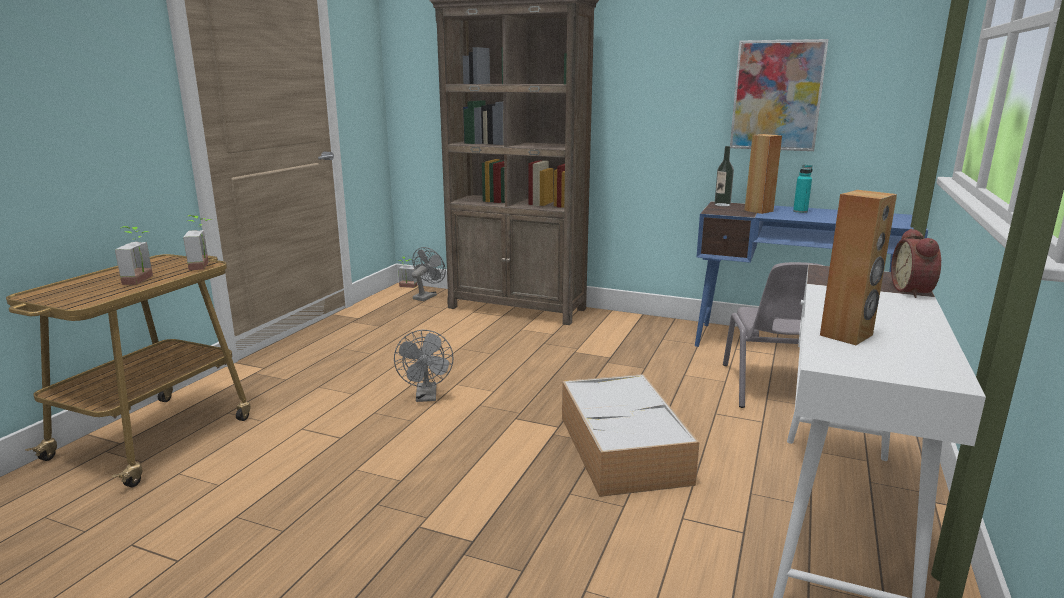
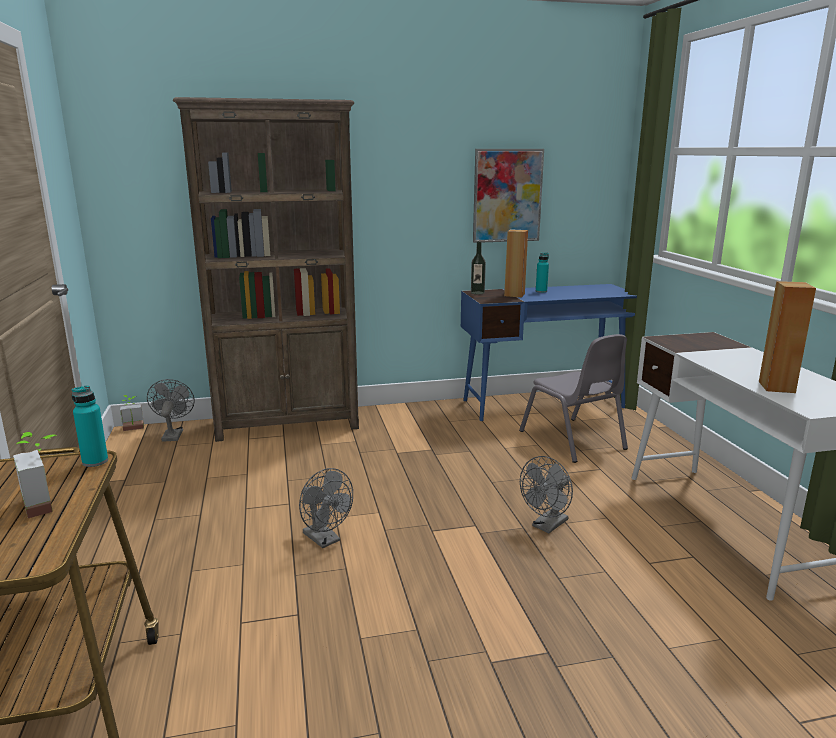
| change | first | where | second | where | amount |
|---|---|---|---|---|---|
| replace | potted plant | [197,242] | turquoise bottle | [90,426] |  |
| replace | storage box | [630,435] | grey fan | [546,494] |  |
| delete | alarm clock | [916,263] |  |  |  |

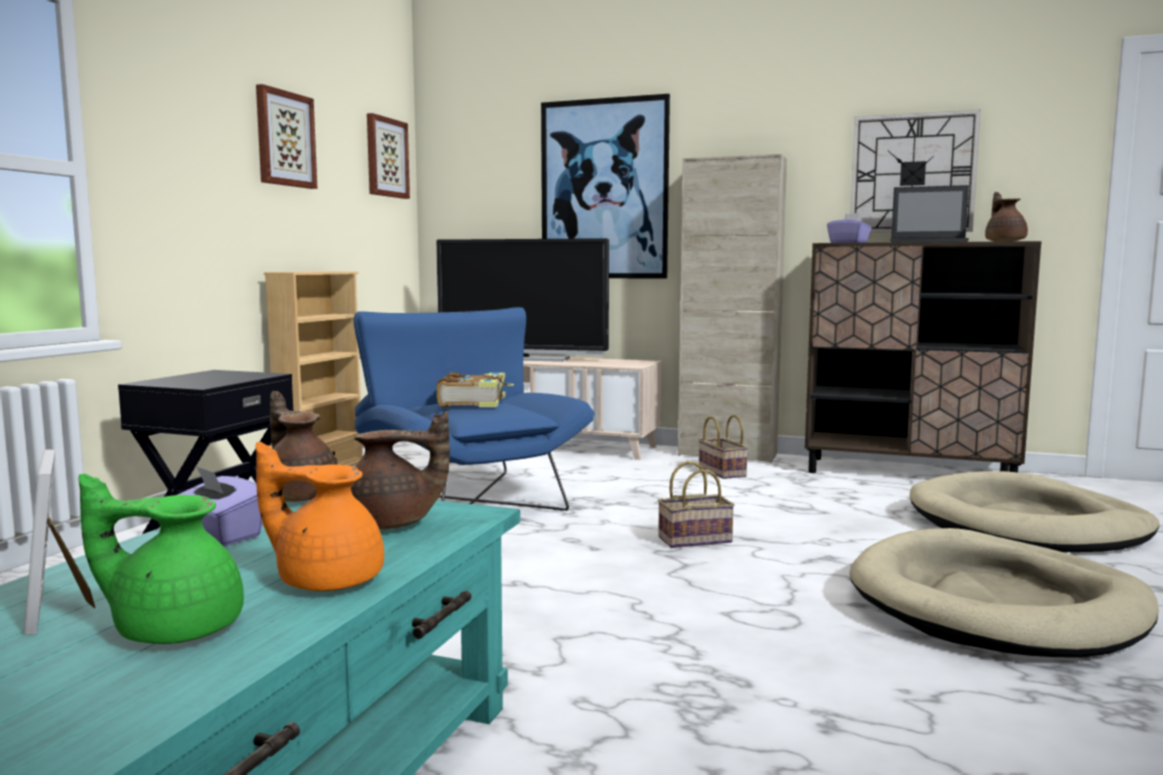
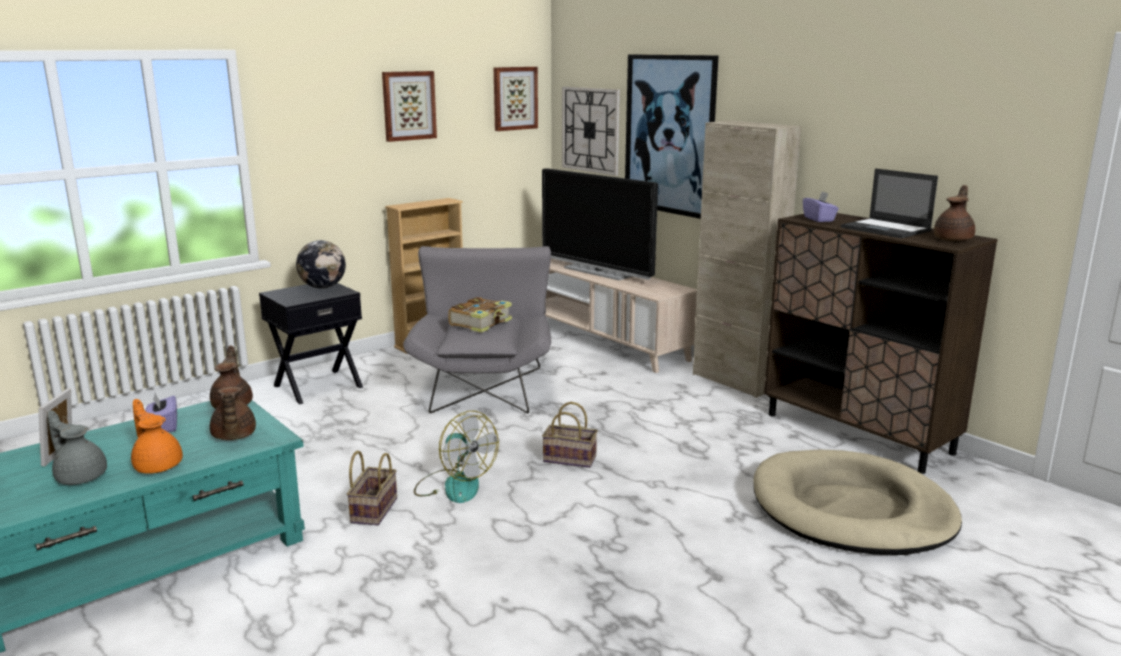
| change | first | where | second | where | amount |
|---|---|---|---|---|---|
| recolor | green teapot | [161,559] | grey teapot | [77,448] |  |
| rotate | brown teapot | [400,470] |  | [233,413] | 45 degrees clockwise |
| recolor | blue armchair | [474,409] | grey armchair | [477,329] |  |
| move | basket | [723,447] |  | [372,487] |  |
| move | wall clock | [915,171] |  | [591,131] |  |
| delete | beige dog bed | [1004,593] |  |  |  |
| insert |  |  | globe | [321,264] |  |
| insert |  |  | fan | [456,457] |  |

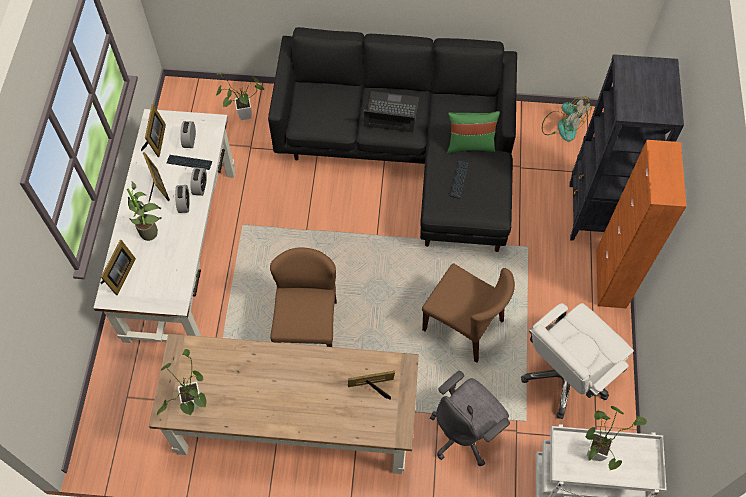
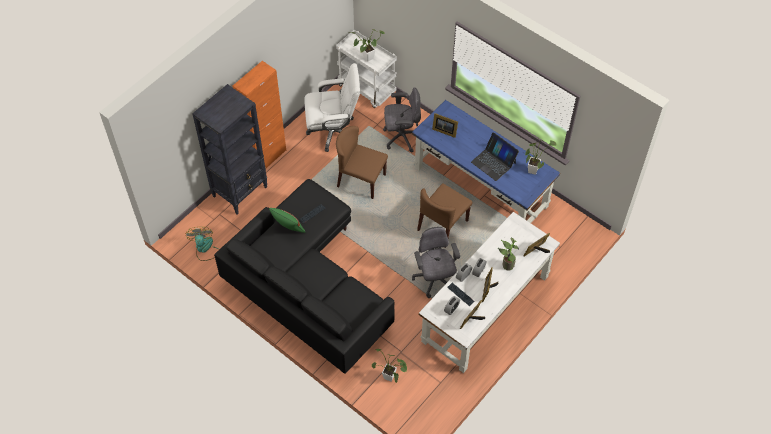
| change | first | where | second | where | amount |
|---|---|---|---|---|---|
| recolor | brown desk | [284,404] | blue desk | [486,161] |  |
| move | laptop | [391,111] |  | [495,156] |  |
| rotate | brown chair | [468,313] |  | [362,162] | 45 degrees counterclockwise |
| insert |  |  | grey office chair | [436,262] |  |

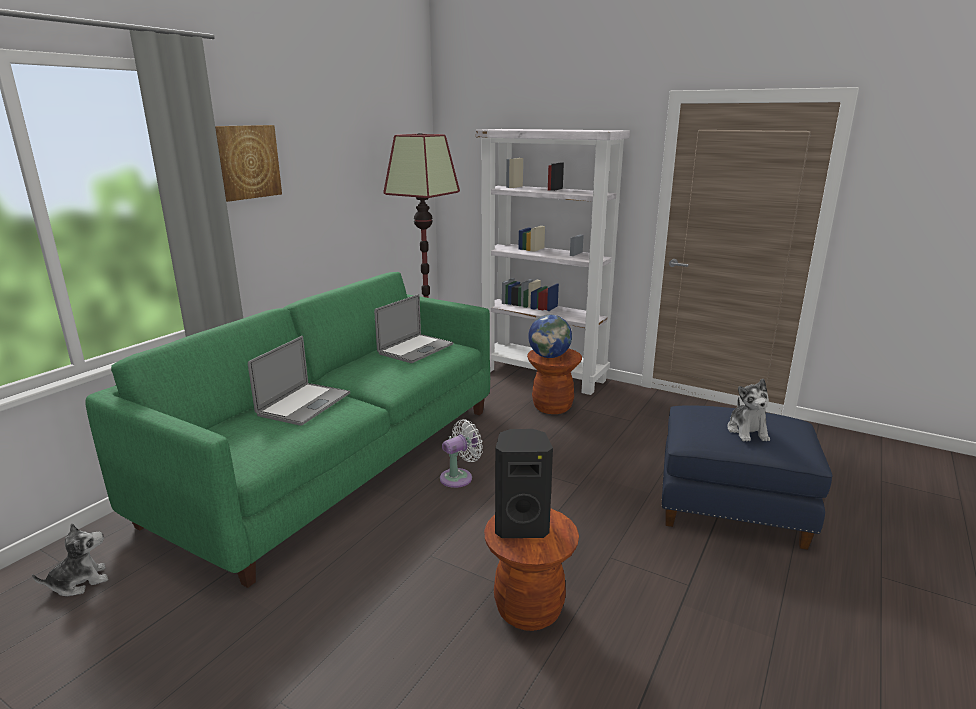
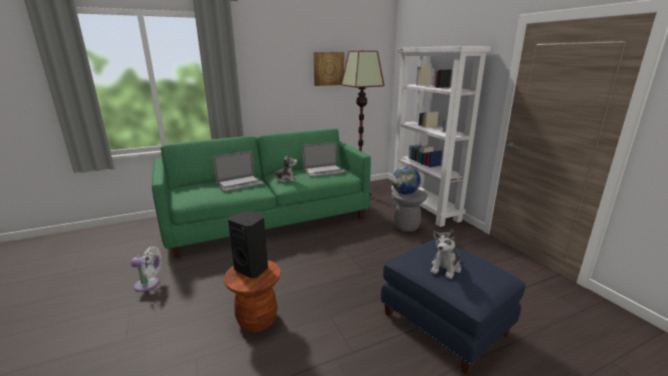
| change | first | where | second | where | amount |
|---|---|---|---|---|---|
| move | plush toy | [70,559] |  | [284,168] |  |
| move | picture | [248,163] |  | [329,69] |  |
| move | white fan | [461,454] |  | [146,269] |  |
| recolor | brown stool | [554,381] | grey stool | [410,210] |  |

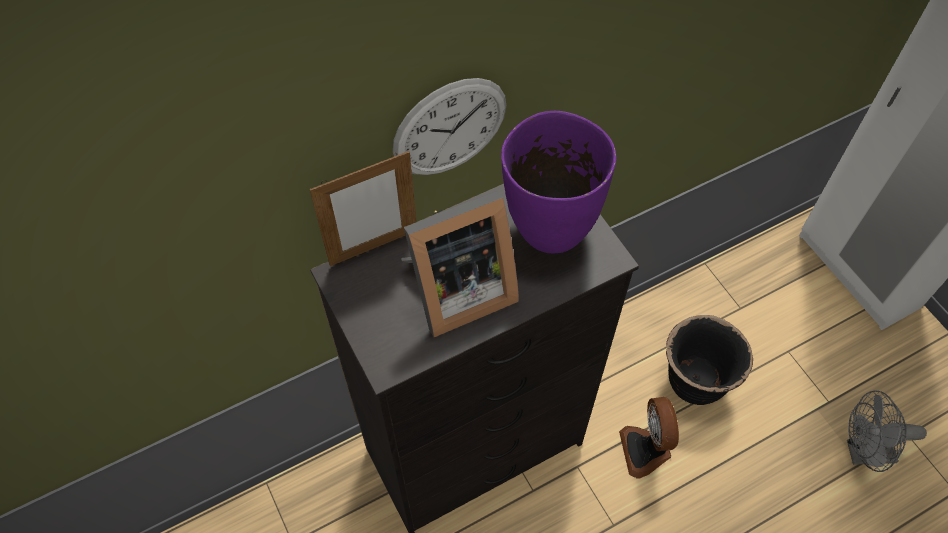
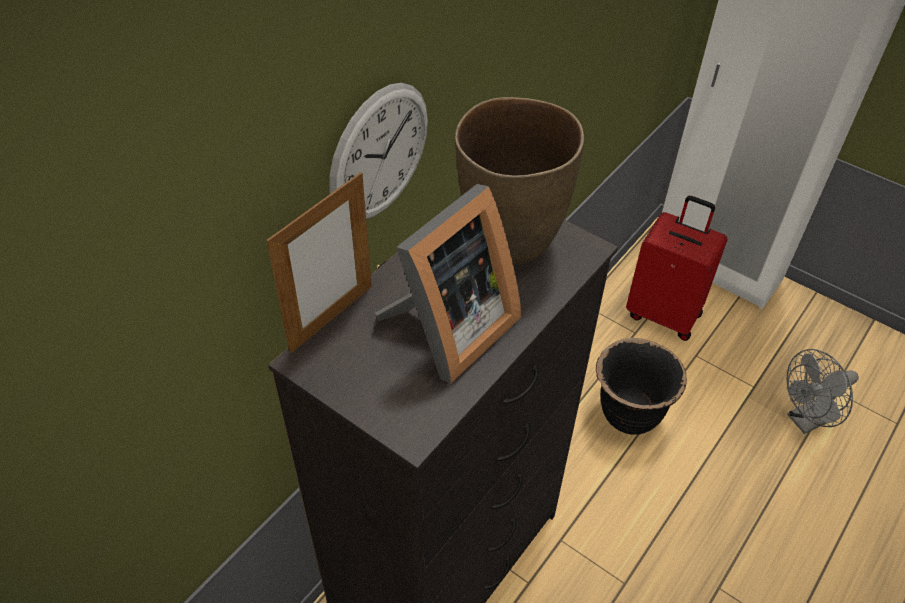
| change | first | where | second | where | amount |
|---|---|---|---|---|---|
| recolor | purple vase | [558,182] | brown vase | [519,180] |  |
| delete | fan | [649,437] |  |  |  |
| insert |  |  | red suitcase | [676,268] |  |

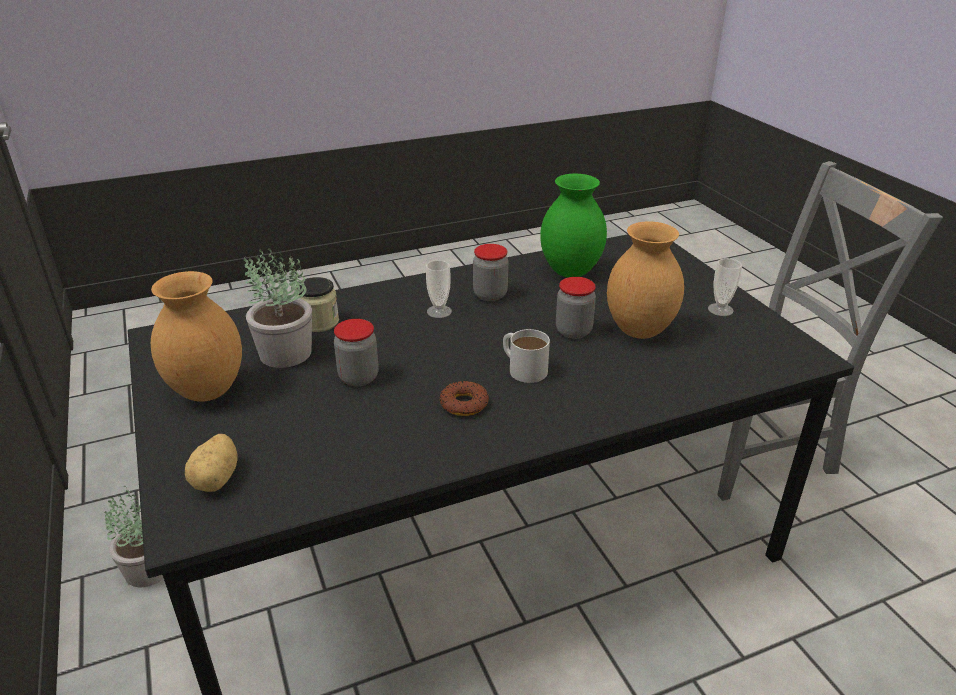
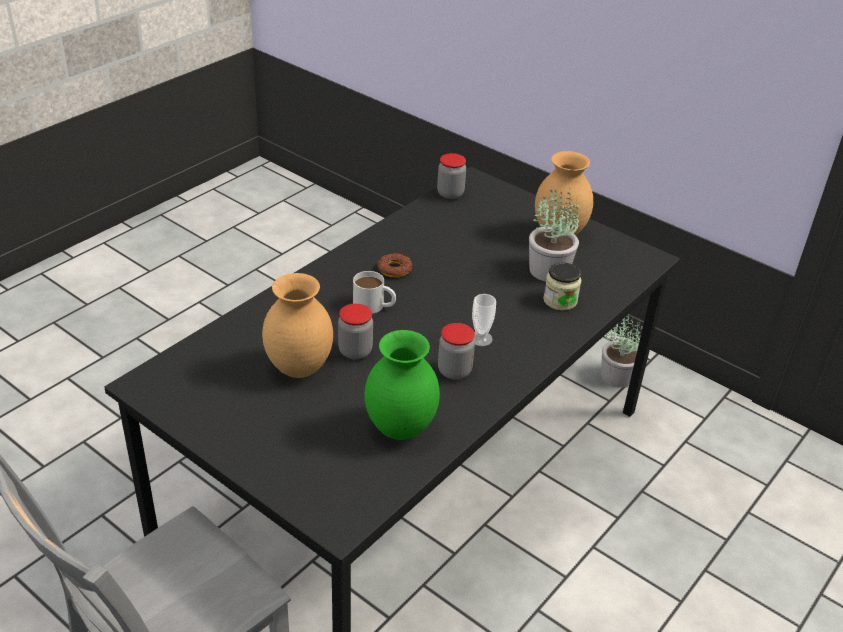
| change | first | where | second | where | amount |
|---|---|---|---|---|---|
| delete | potato | [211,463] |  |  |  |
| move | jar | [356,353] |  | [451,176] |  |
| delete | cup | [725,287] |  |  |  |

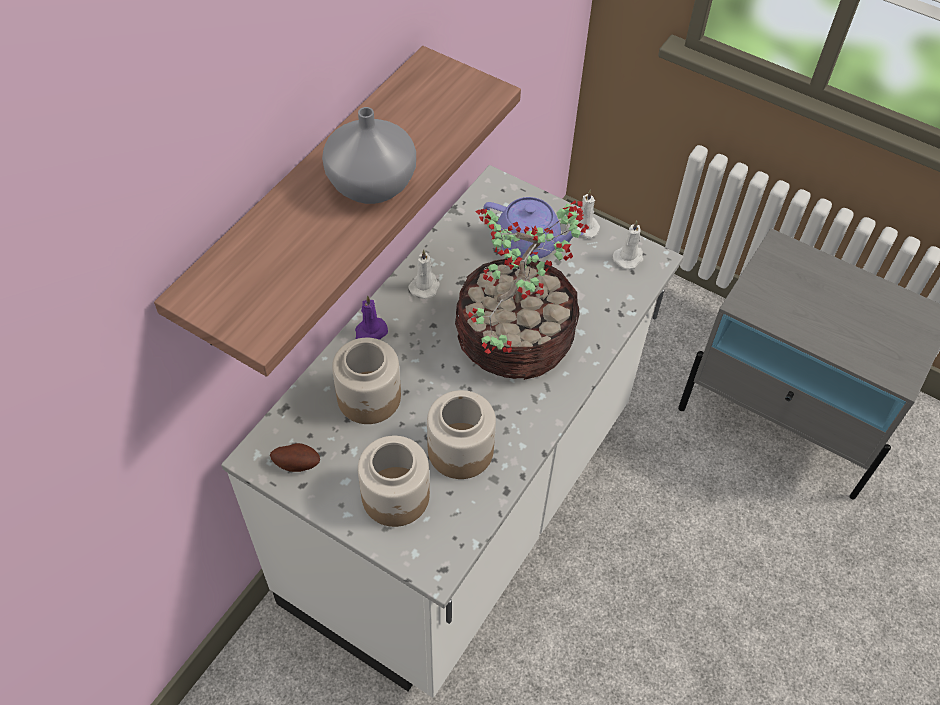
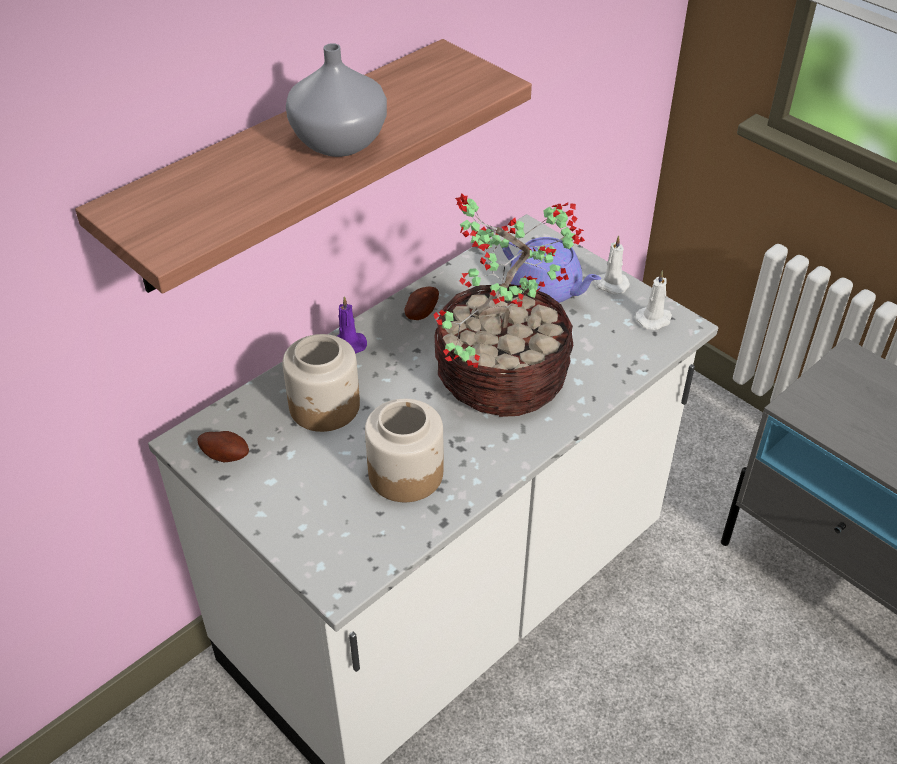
| change | first | where | second | where | amount |
|---|---|---|---|---|---|
| delete | jar | [394,481] |  |  |  |
| replace | white candle | [424,274] | potato | [421,303] |  |

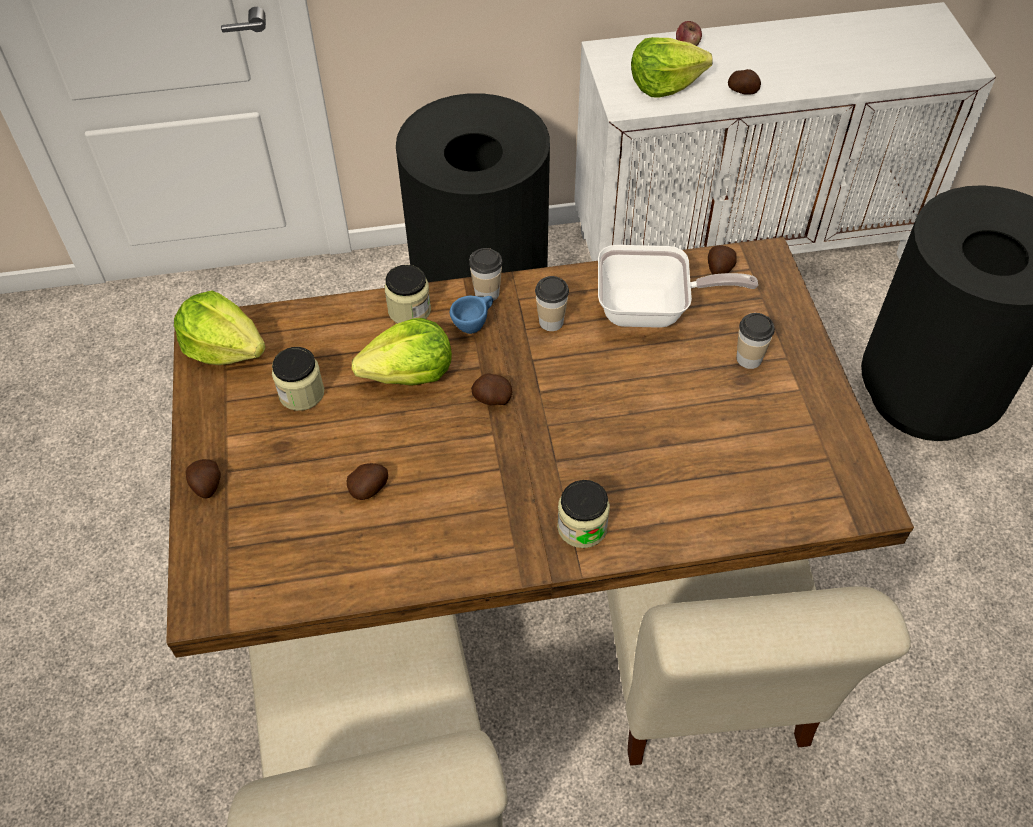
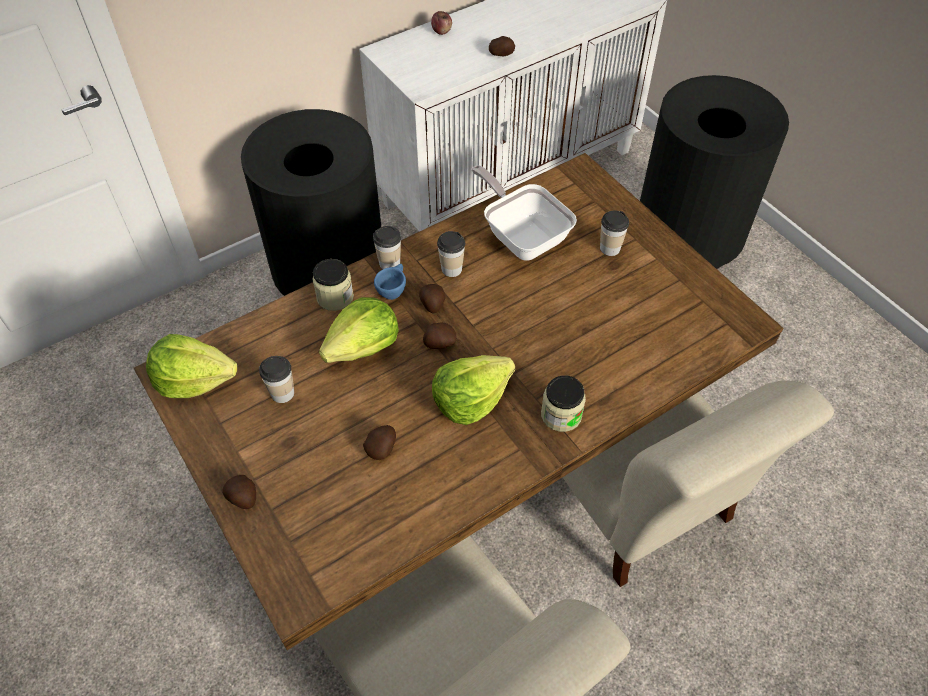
| change | first | where | second | where | amount |
|---|---|---|---|---|---|
| replace | jar | [298,379] | cup | [276,379] |  |
| rotate | frying pan | [678,286] |  | [524,213] | 105 degrees counterclockwise |
| move | lettuce | [672,67] |  | [473,390] |  |
| move | potato | [722,260] |  | [432,298] |  |

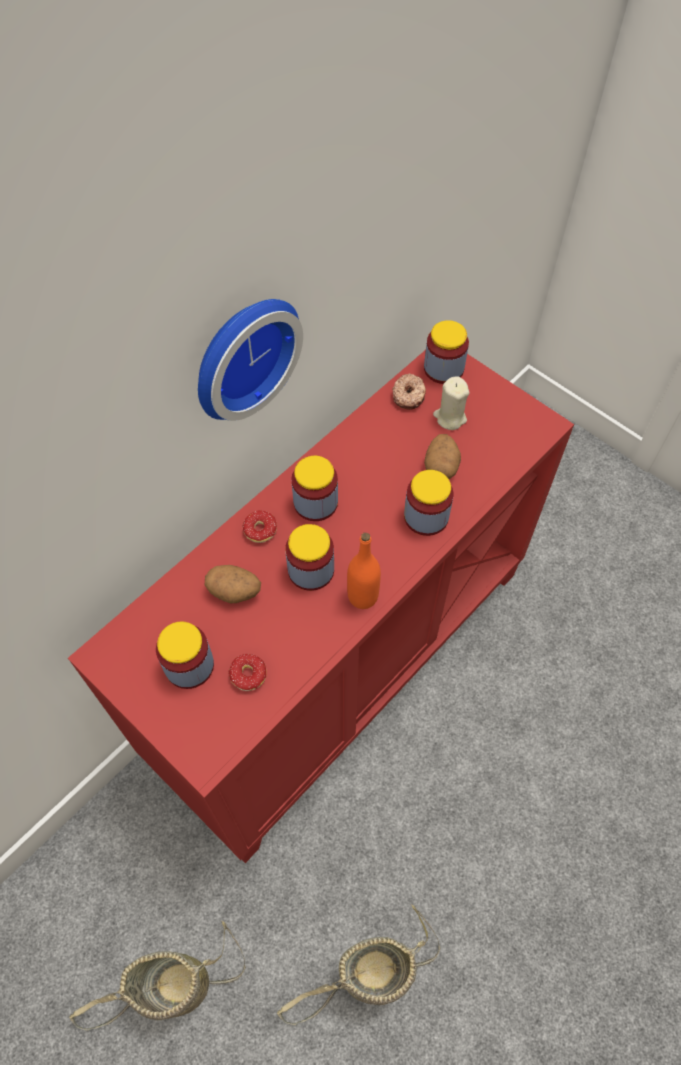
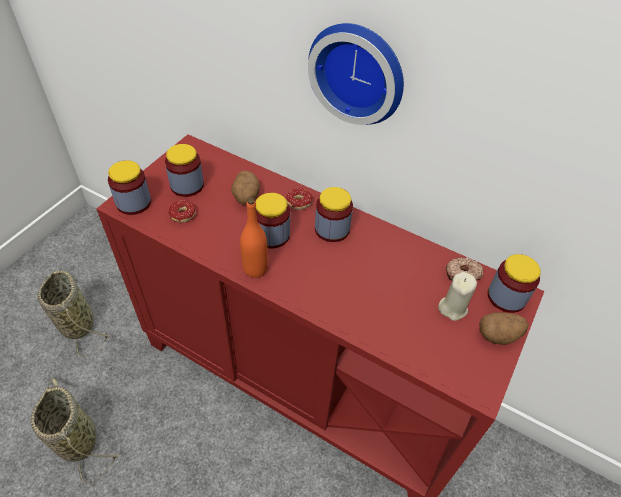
| change | first | where | second | where | amount |
|---|---|---|---|---|---|
| move | jar | [428,503] |  | [129,187] |  |
| move | potato | [442,456] |  | [504,328] |  |

